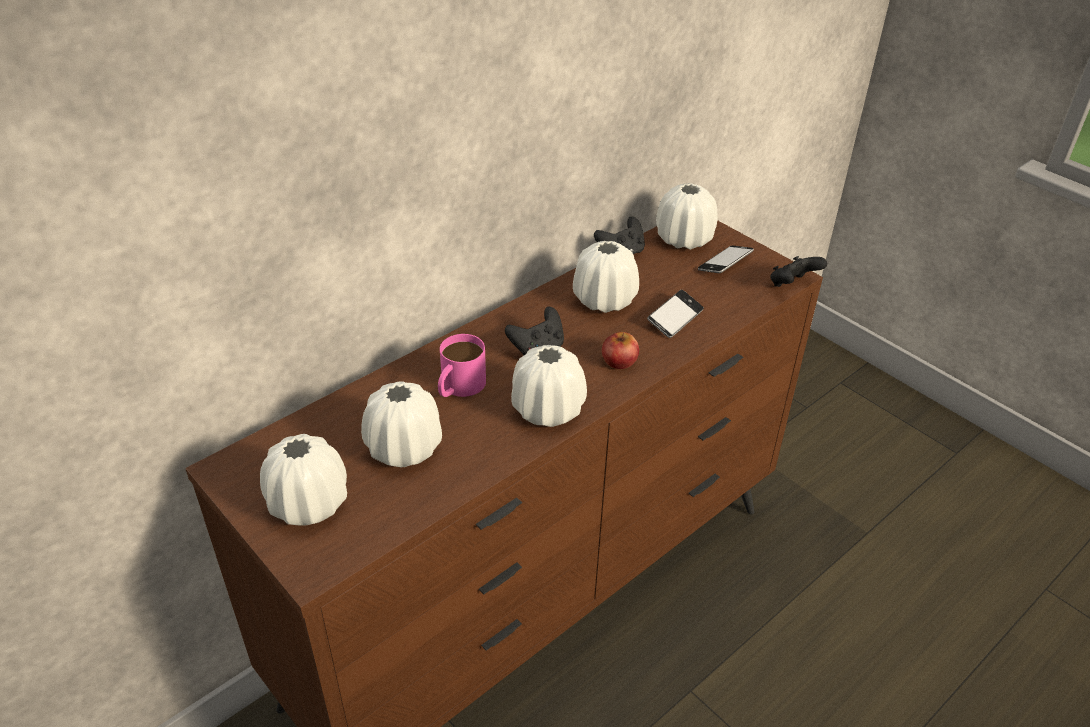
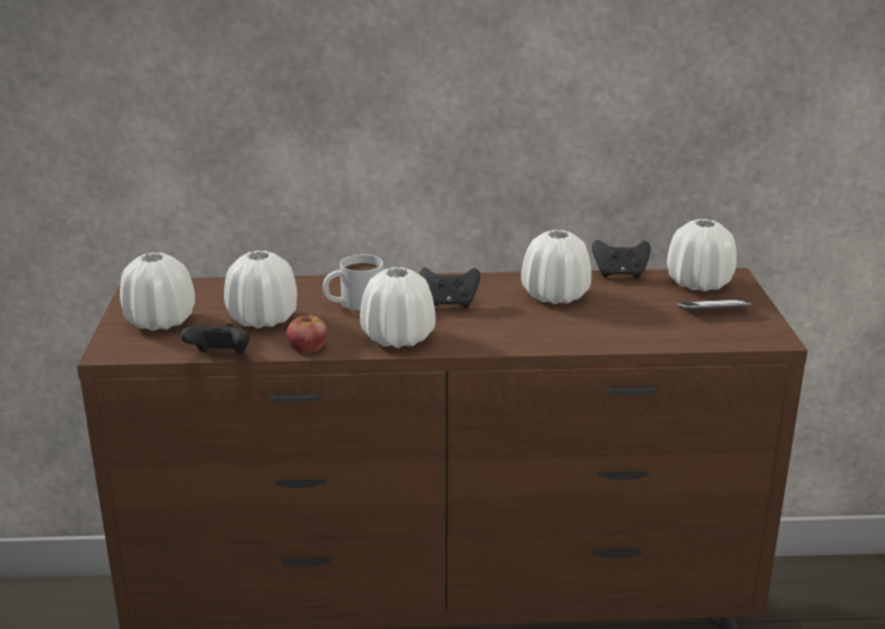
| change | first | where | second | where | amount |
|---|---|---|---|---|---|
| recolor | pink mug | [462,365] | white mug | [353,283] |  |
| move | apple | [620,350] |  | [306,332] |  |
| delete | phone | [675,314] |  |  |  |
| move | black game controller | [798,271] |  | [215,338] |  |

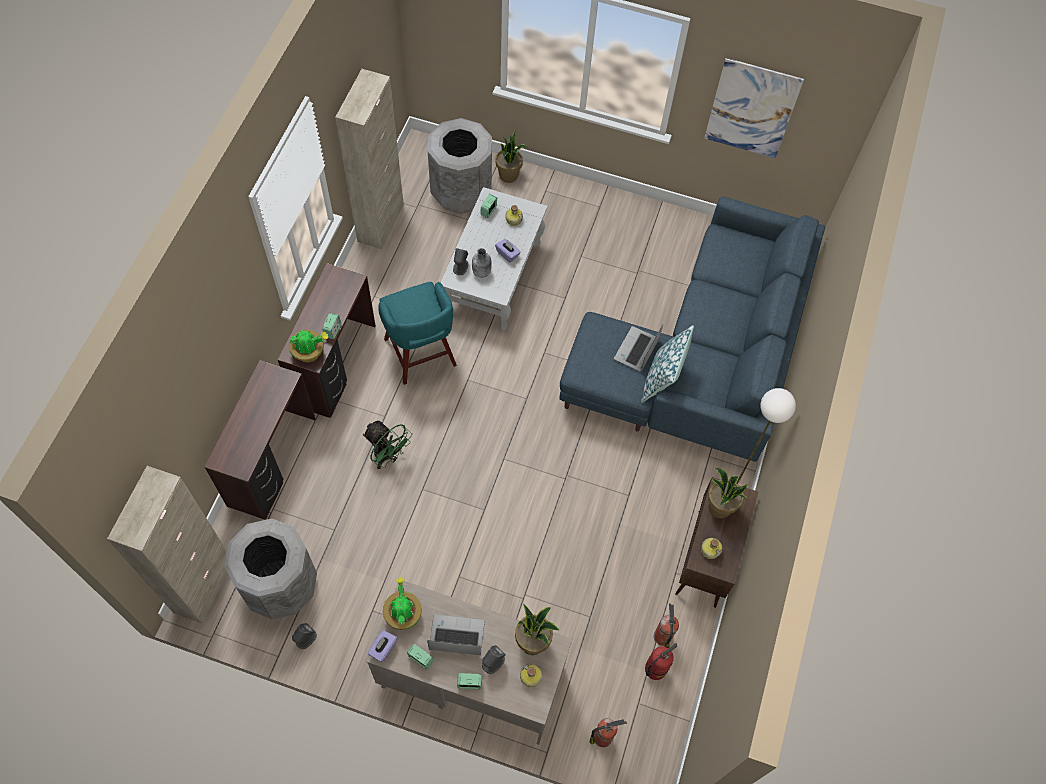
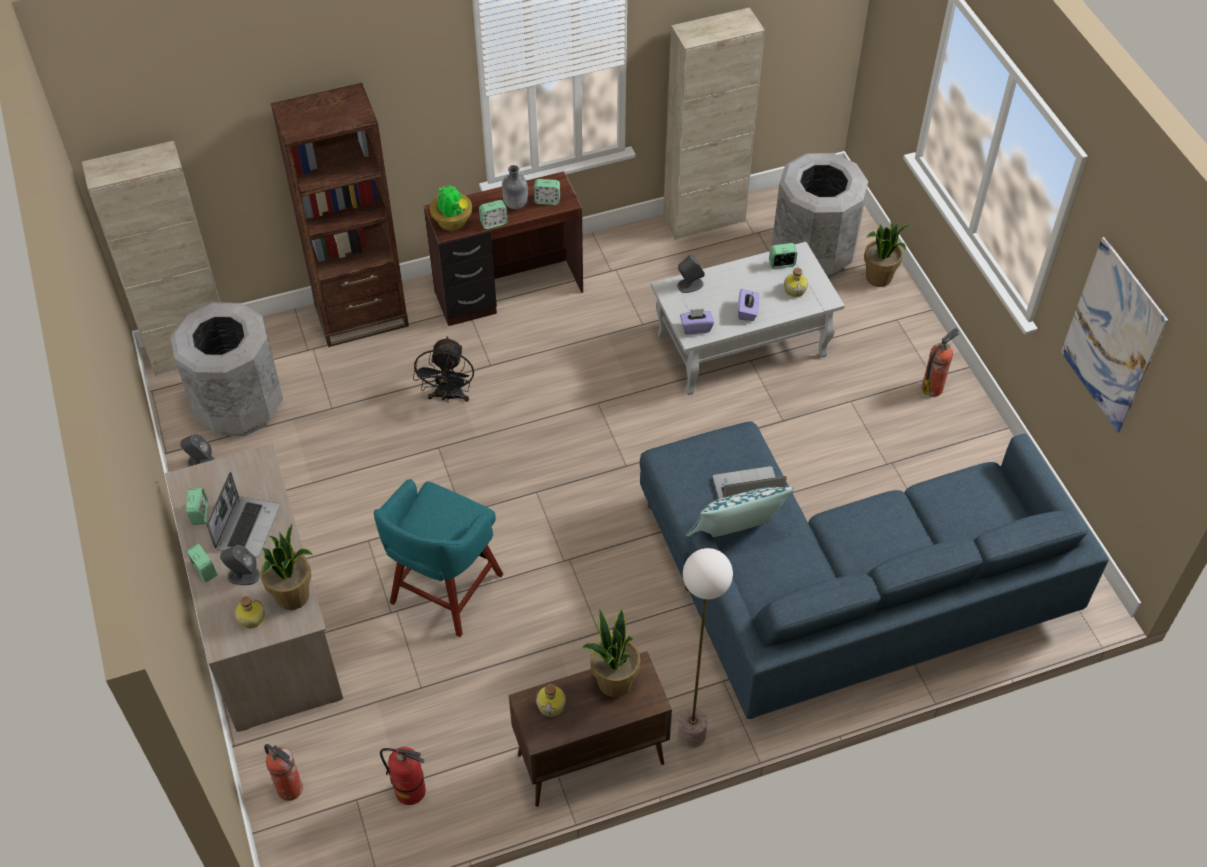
| change | first | where | second | where | amount |
|---|---|---|---|---|---|
| replace | brown desk | [260,440] | brown bookcase | [340,215] |  |
| recolor | green fan | [387,444] | black fan | [443,369] |  |
| move | purple tissue box | [382,646] |  | [697,321] |  |
| move | turquoise stool | [417,333] |  | [438,558] |  |
| delete | potted plant | [402,603] |  |  |  |
| rotate | laptop | [456,634] |  | [243,514] | 45 degrees clockwise |
| move | grey bottle | [482,263] |  | [515,187] |  |
| move | fire extinguisher | [666,625] |  | [940,362] |  |
| insert |  |  | alarm clock | [546,192] |  |

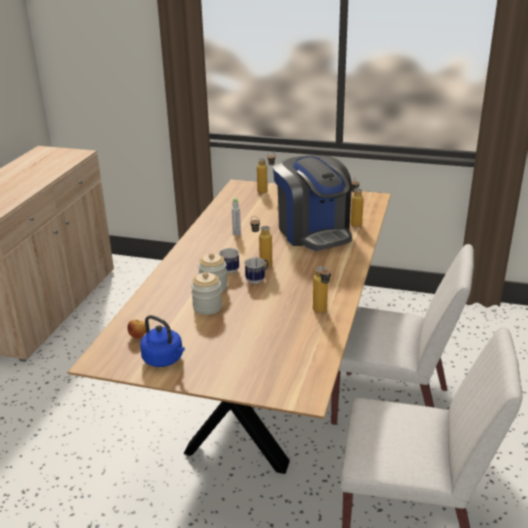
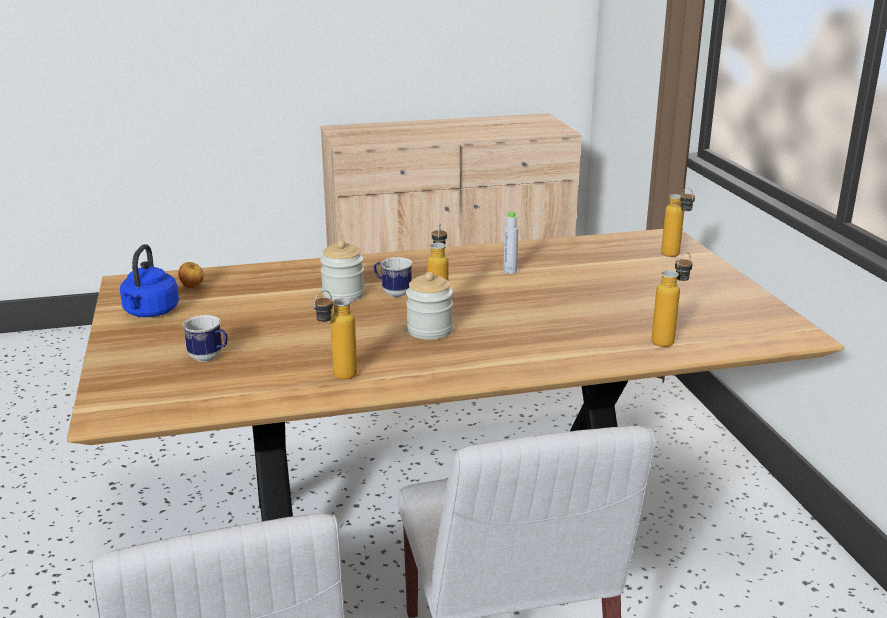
| change | first | where | second | where | amount |
|---|---|---|---|---|---|
| move | jar | [206,293] |  | [429,306] |  |
| move | mug | [256,270] |  | [205,338] |  |
| delete | coffee machine | [312,203] |  |  |  |

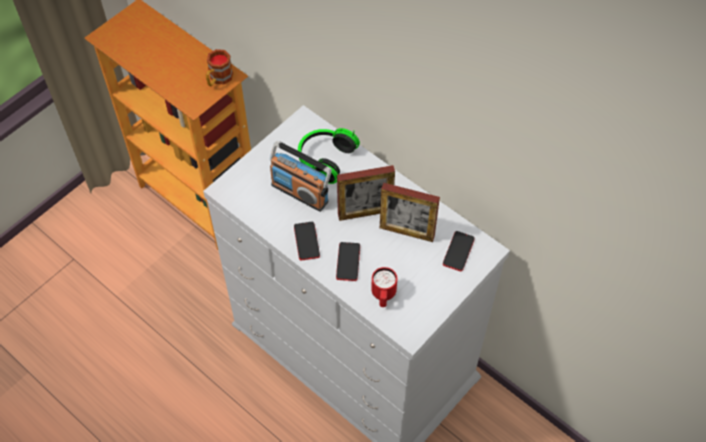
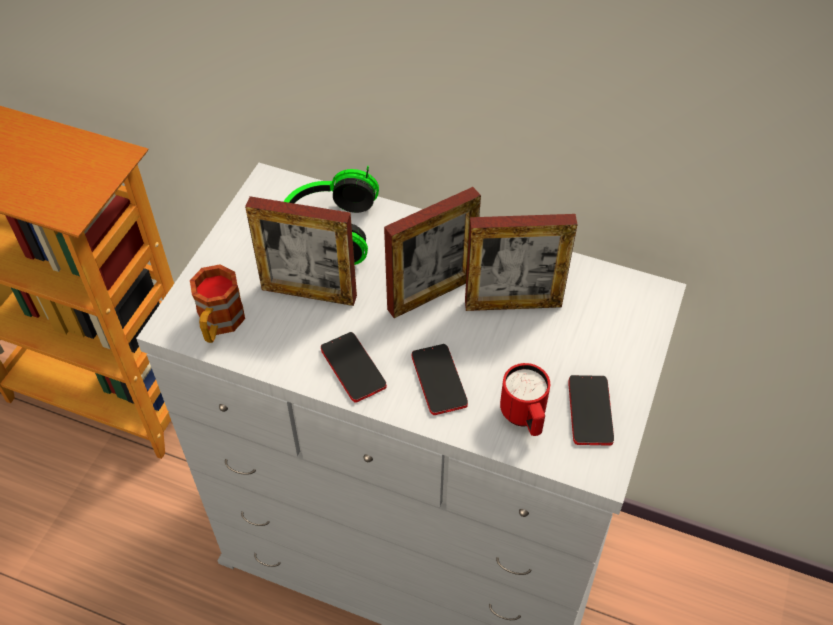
| change | first | where | second | where | amount |
|---|---|---|---|---|---|
| move | mug | [219,67] |  | [217,304] |  |
| replace | radio | [300,176] | picture frame | [301,251] |  |
| move | phone | [459,251] |  | [591,410] |  |

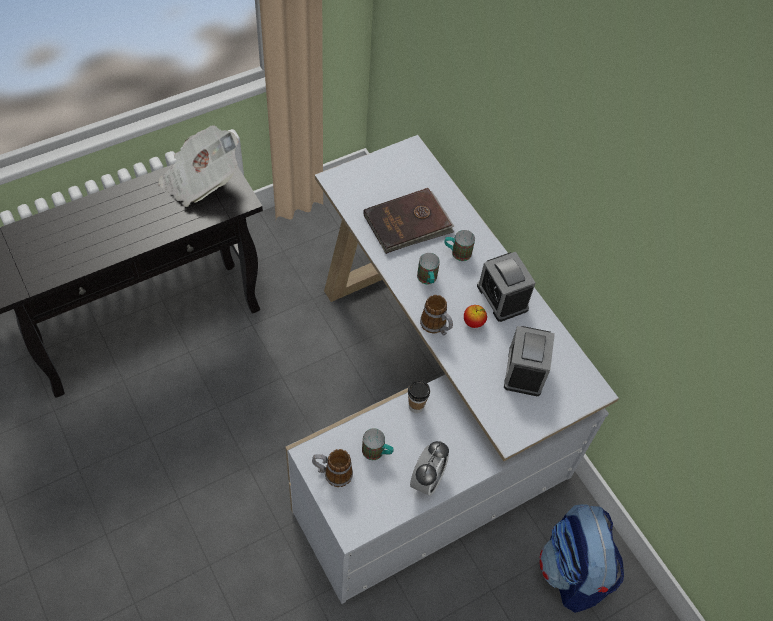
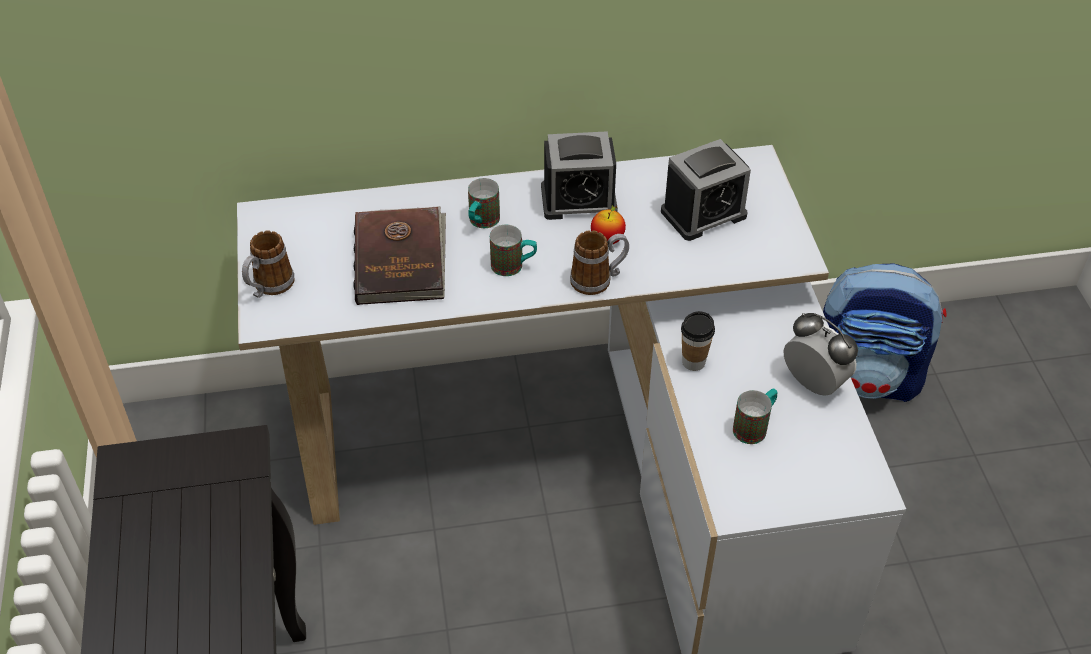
| change | first | where | second | where | amount |
|---|---|---|---|---|---|
| delete | newspaper | [199,166] |  |  |  |
| move | mug | [332,468] |  | [268,264] |  |
| rotate | alarm clock | [529,361] |  | [706,190] | 60 degrees counterclockwise |

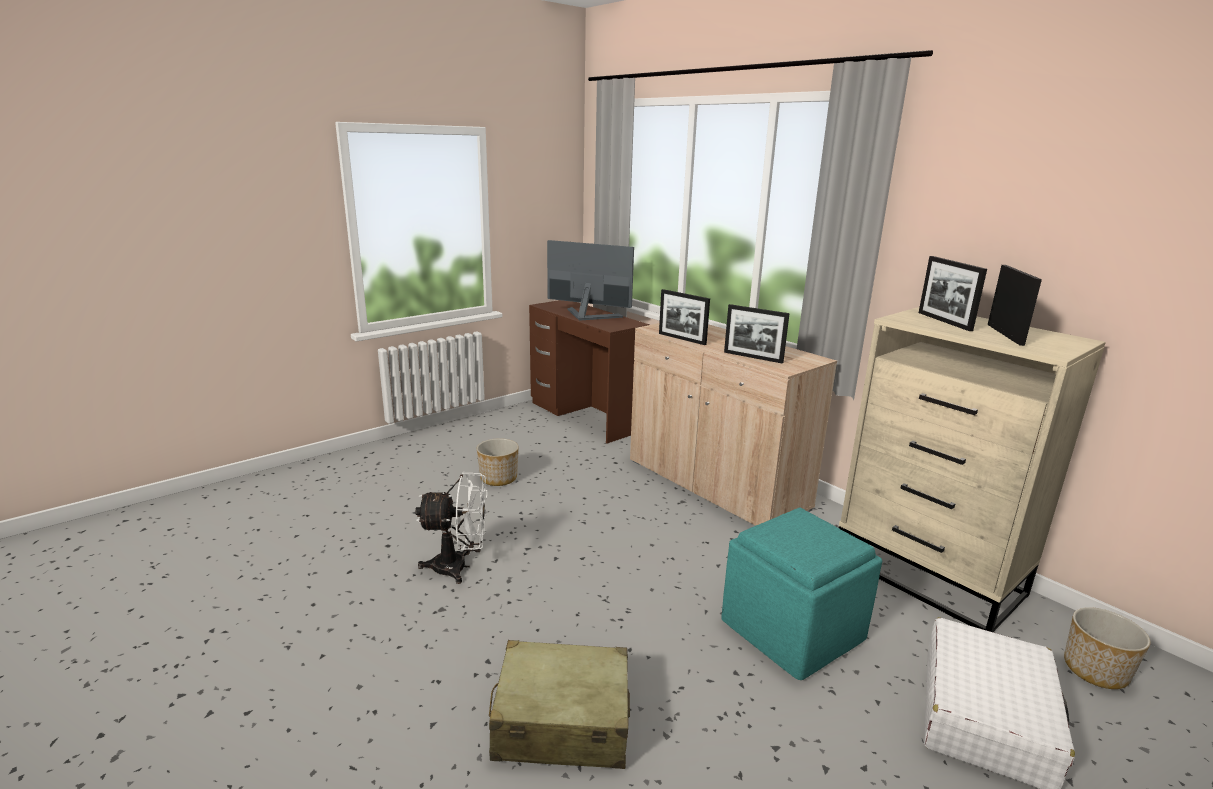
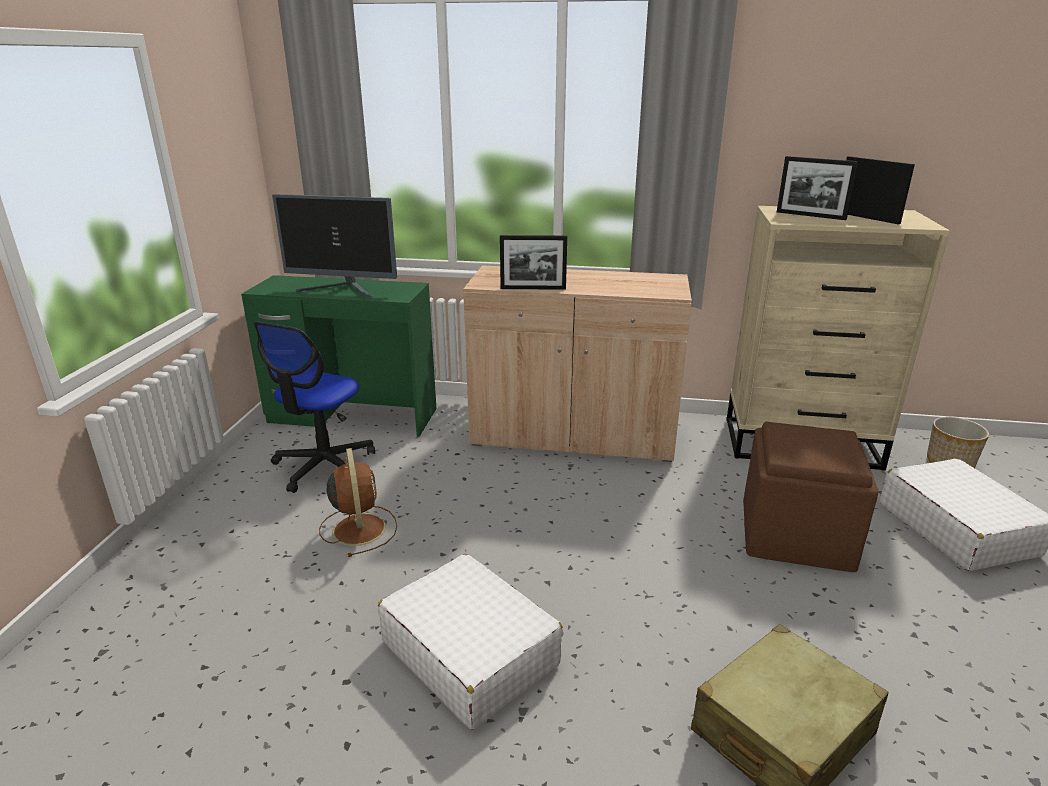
| change | first | where | second | where | amount |
|---|---|---|---|---|---|
| replace | white fan | [451,527] | white suitcase | [470,641] |  |
| replace | planter | [498,462] | brown fan | [358,502] |  |
| recolor | brown desk | [589,372] | green desk | [339,356] |  |
| rotate | monitor | [590,280] |  | [334,246] | 150 degrees counterclockwise |
| recolor | turquoise ottoman | [801,593] | brown ottoman | [810,497] |  |
| delete | picture frame | [757,333] |  |  |  |
| insert |  |  | office chair | [314,407] |  |

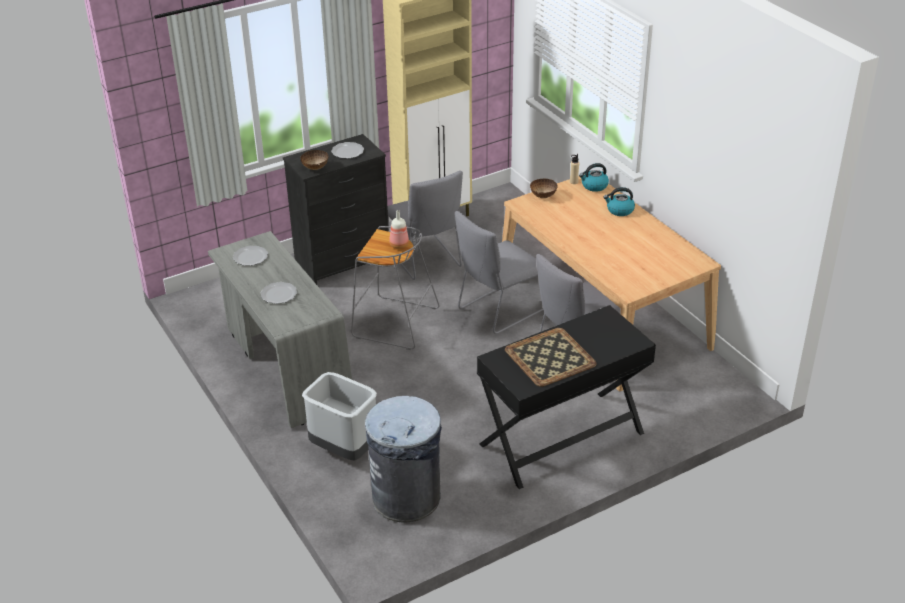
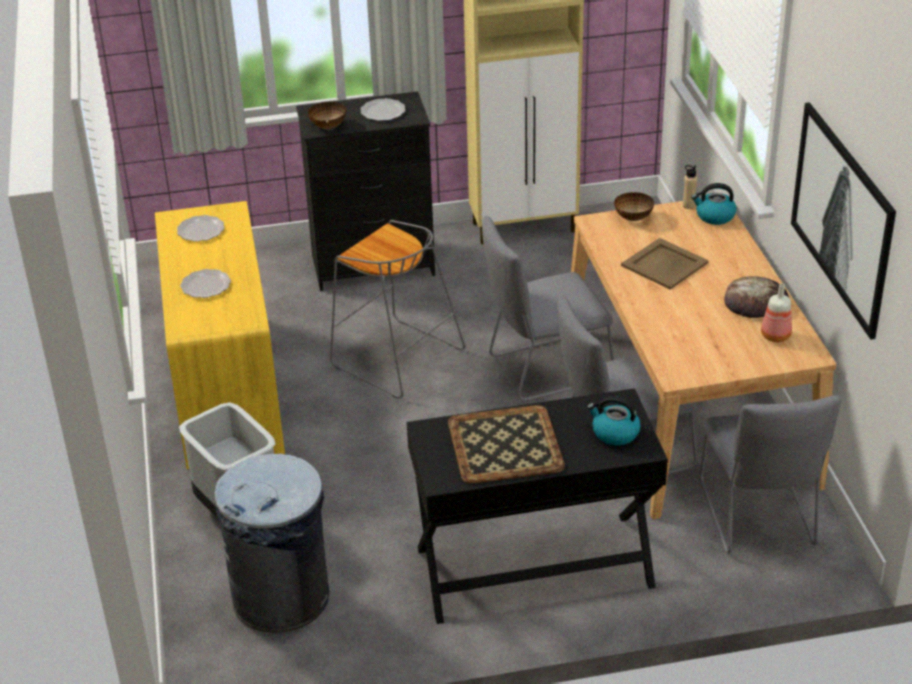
| change | first | where | second | where | amount |
|---|---|---|---|---|---|
| recolor | grey desk | [280,329] | yellow desk | [220,335] |  |
| move | grey chair | [425,225] |  | [771,474] |  |
| move | bottle | [399,229] |  | [776,312] |  |
| move | kettle | [619,201] |  | [614,421] |  |
| insert |  |  | beige tray | [665,264] |  |
| insert |  |  | bread | [756,297] |  |
| insert |  |  | picture | [843,221] |  |

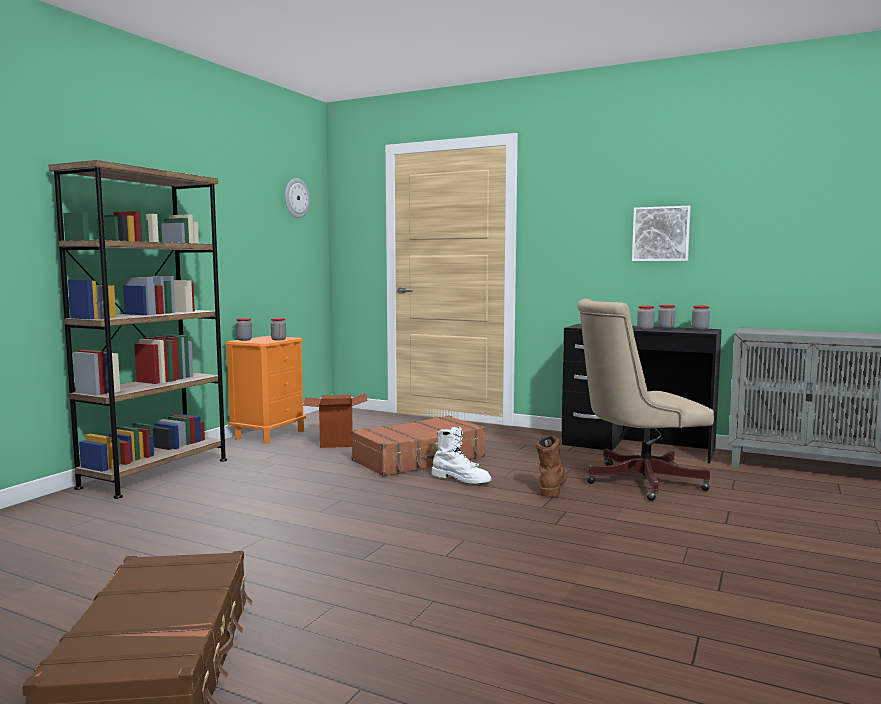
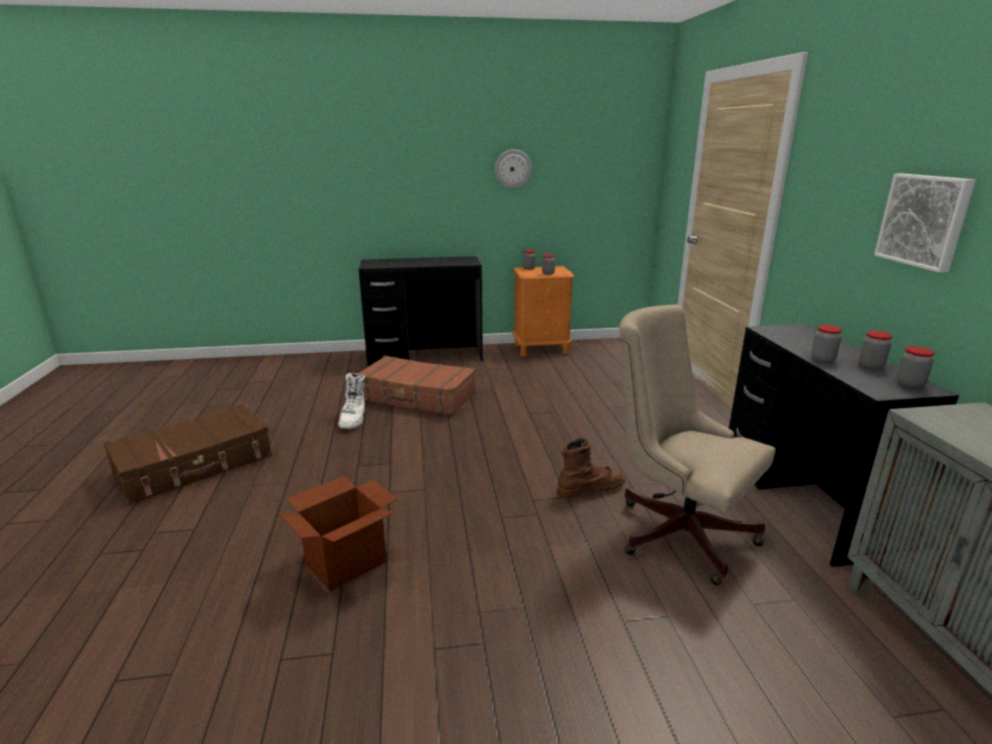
| change | first | where | second | where | amount |
|---|---|---|---|---|---|
| replace | brown bookcase | [138,329] | black desk | [421,311] |  |
| move | wall clock | [297,198] |  | [513,169] |  |
| move | cardboard box | [335,420] |  | [338,534] |  |
| move | brown suitcase | [418,446] |  | [416,386] |  |
| move | white boot | [461,455] |  | [351,401] |  |

